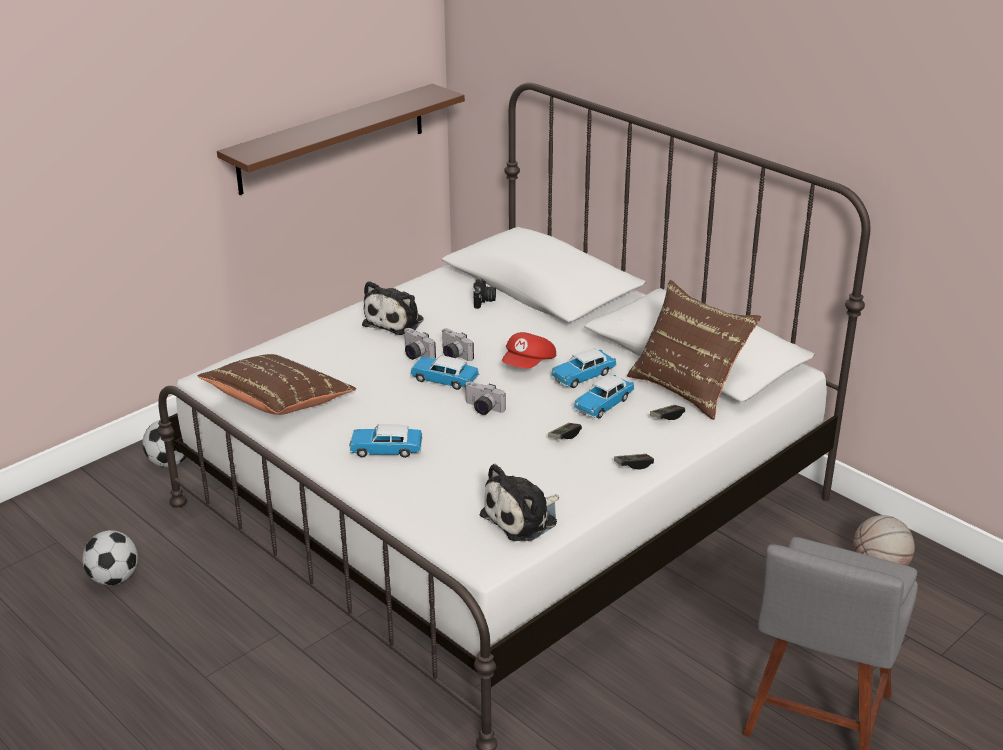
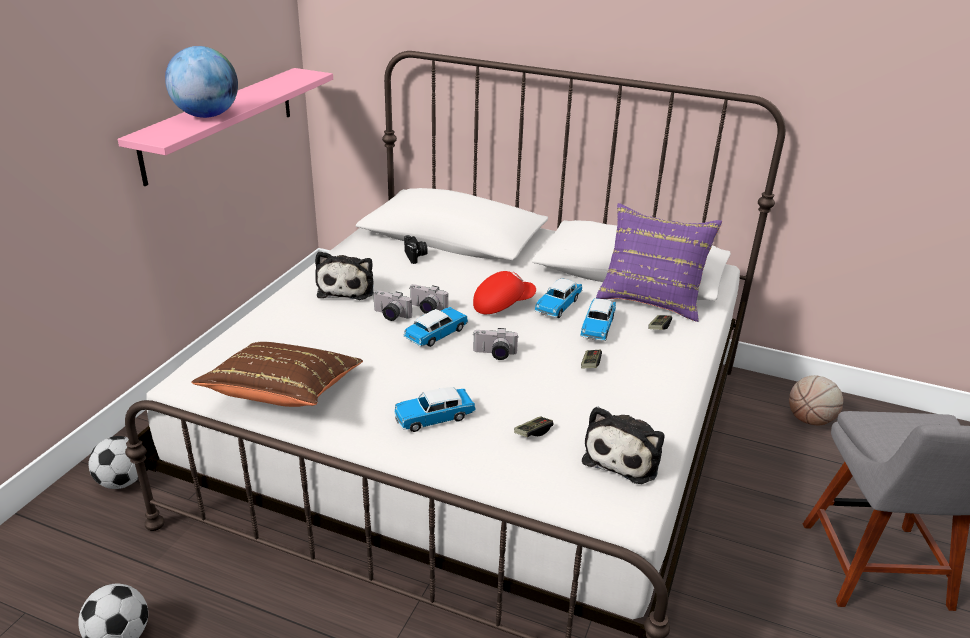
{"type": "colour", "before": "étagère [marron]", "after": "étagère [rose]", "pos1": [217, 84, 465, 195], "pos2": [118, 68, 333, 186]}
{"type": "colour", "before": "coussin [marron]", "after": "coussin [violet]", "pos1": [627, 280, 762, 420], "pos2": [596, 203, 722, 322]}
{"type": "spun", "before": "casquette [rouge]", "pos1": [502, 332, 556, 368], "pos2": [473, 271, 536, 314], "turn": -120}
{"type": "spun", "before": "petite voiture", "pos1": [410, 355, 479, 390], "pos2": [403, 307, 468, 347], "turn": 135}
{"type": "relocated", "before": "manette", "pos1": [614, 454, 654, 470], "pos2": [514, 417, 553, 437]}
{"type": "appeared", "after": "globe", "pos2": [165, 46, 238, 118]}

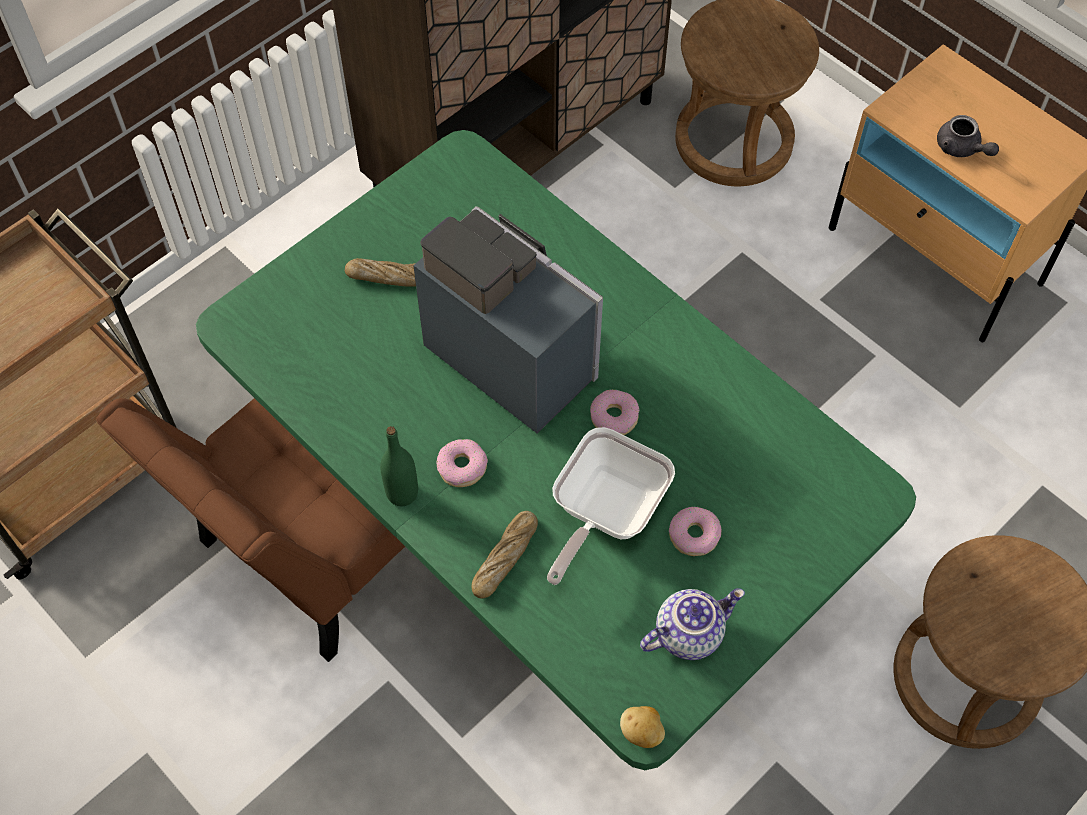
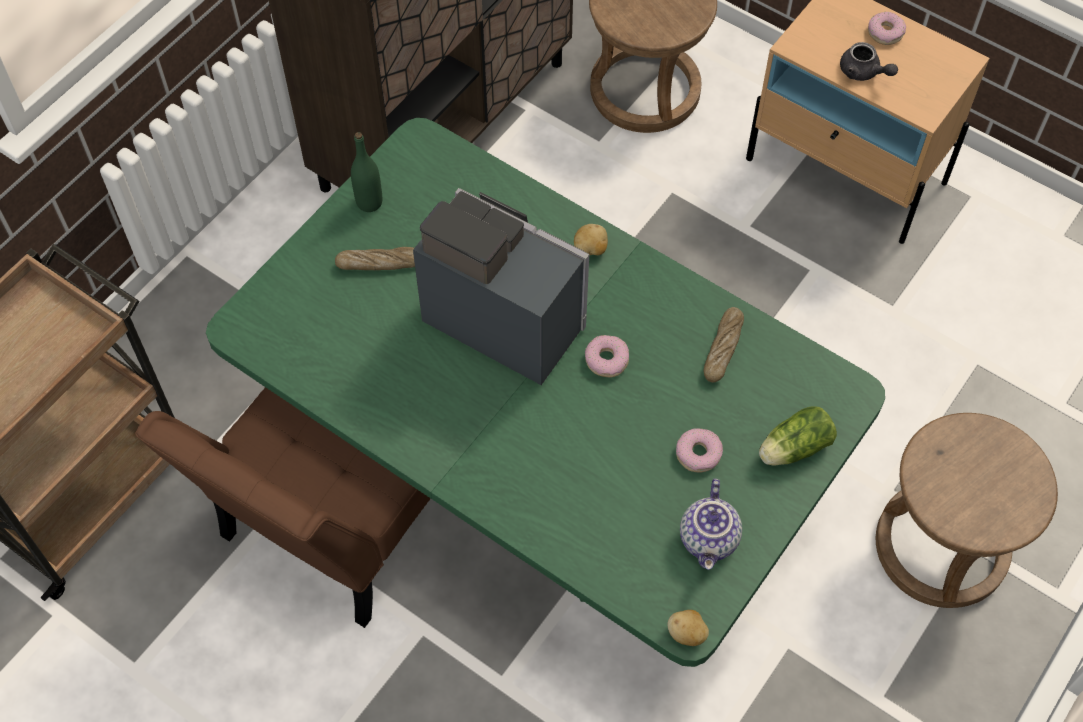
{"type": "relocated", "before": "bouteille [vert]", "pos1": [380, 426, 418, 506], "pos2": [351, 132, 382, 212]}
{"type": "missing", "before": "poêle", "pos1": [547, 427, 675, 585]}
{"type": "relocated", "before": "beignet", "pos1": [436, 439, 488, 487], "pos2": [868, 12, 906, 45]}
{"type": "relocated", "before": "pain", "pos1": [472, 511, 538, 599], "pos2": [704, 307, 744, 382]}
{"type": "spun", "before": "théière", "pos1": [640, 588, 745, 660], "pos2": [680, 478, 742, 570], "turn": 135}
{"type": "appeared", "after": "pomme de terre", "pos2": [574, 224, 608, 255]}
{"type": "appeared", "after": "laitue", "pos2": [759, 406, 837, 466]}

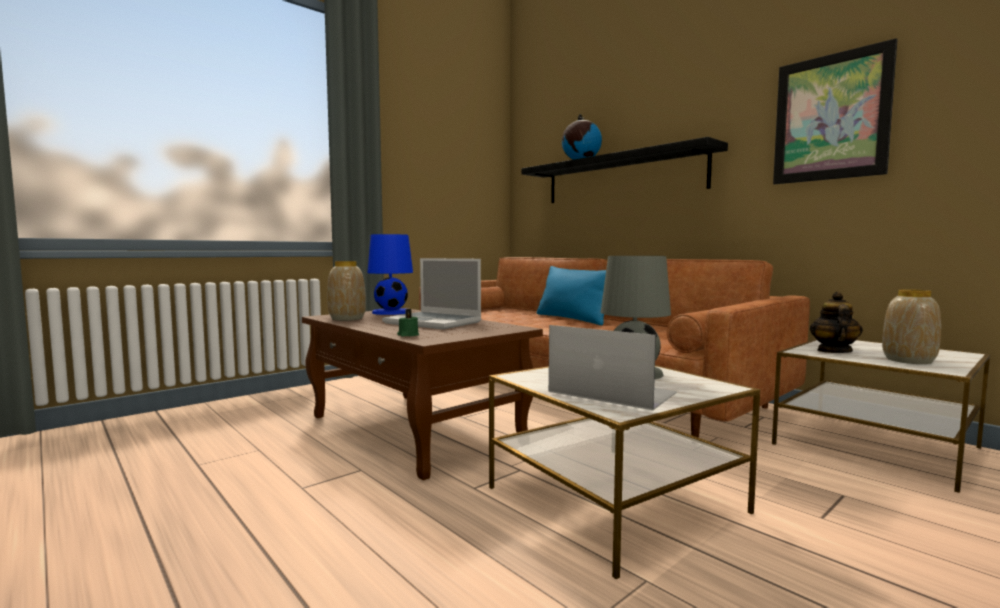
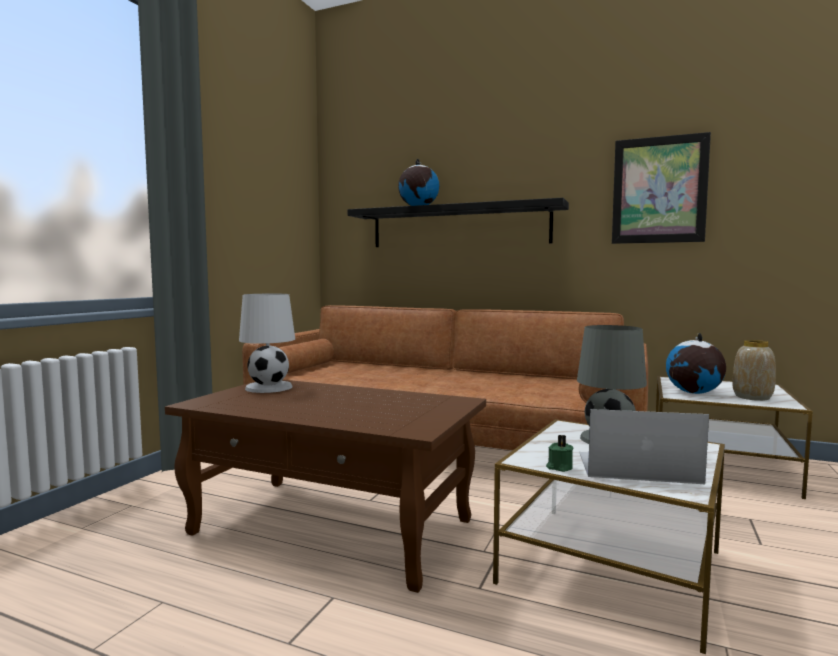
{"type": "colour", "before": "lampe de table [bleu]", "after": "lampe de table [blanc]", "pos1": [367, 234, 413, 315], "pos2": [239, 294, 295, 393]}
{"type": "missing", "before": "ordinateur portable", "pos1": [382, 258, 482, 330]}
{"type": "missing", "before": "vase", "pos1": [327, 261, 366, 321]}
{"type": "missing", "before": "coussin [bleu]", "pos1": [537, 266, 606, 326]}
{"type": "exchanged", "before": "théière", "after": "globe", "pos1": [810, 292, 863, 353], "pos2": [666, 333, 726, 394]}
{"type": "relocated", "before": "bougie [vert]", "pos1": [397, 309, 419, 336], "pos2": [546, 435, 574, 472]}

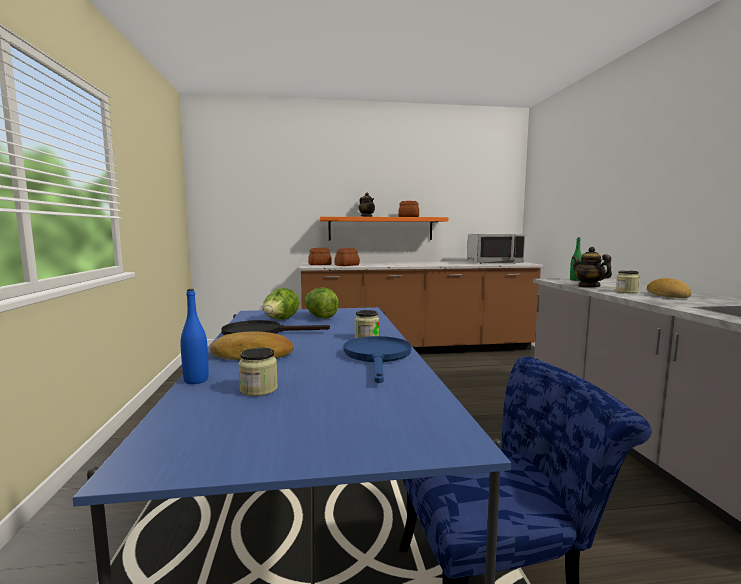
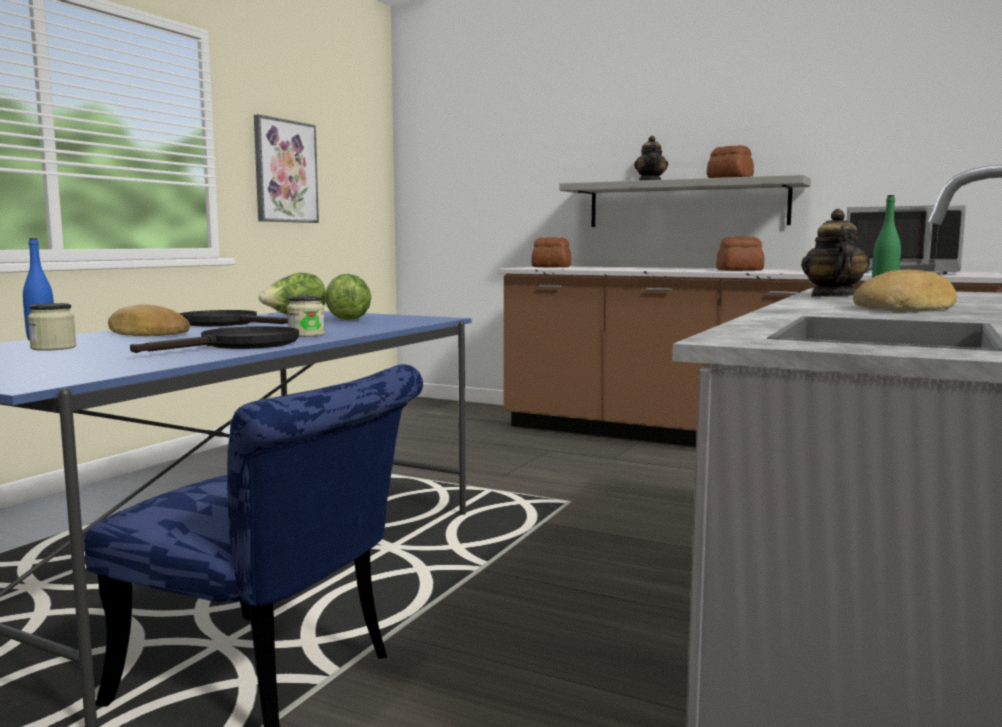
{"type": "colour", "before": "étagère [orange]", "after": "étagère [gris]", "pos1": [320, 217, 448, 240], "pos2": [559, 175, 811, 227]}
{"type": "relocated", "before": "pain", "pos1": [334, 248, 360, 266], "pos2": [716, 237, 765, 271]}
{"type": "missing", "before": "bocal", "pos1": [615, 270, 640, 293]}
{"type": "colour", "before": "poêle [bleu]", "after": "poêle [noir]", "pos1": [344, 336, 411, 383], "pos2": [130, 326, 299, 353]}
{"type": "appeared", "after": "tableau", "pos2": [254, 114, 319, 223]}

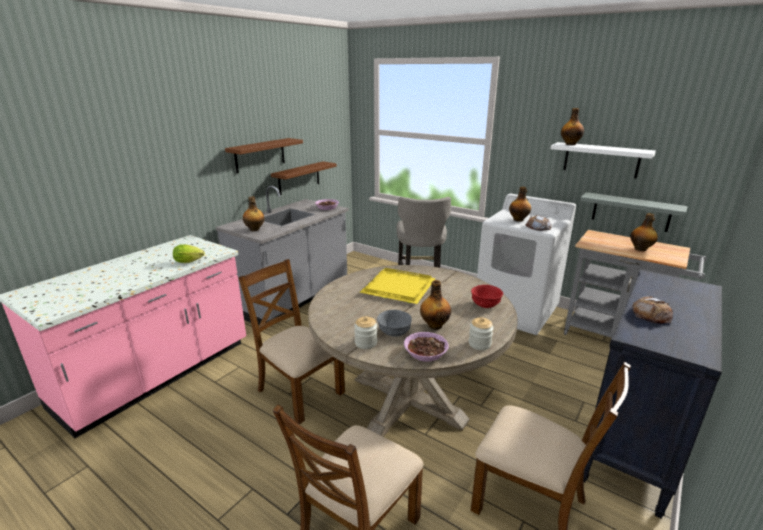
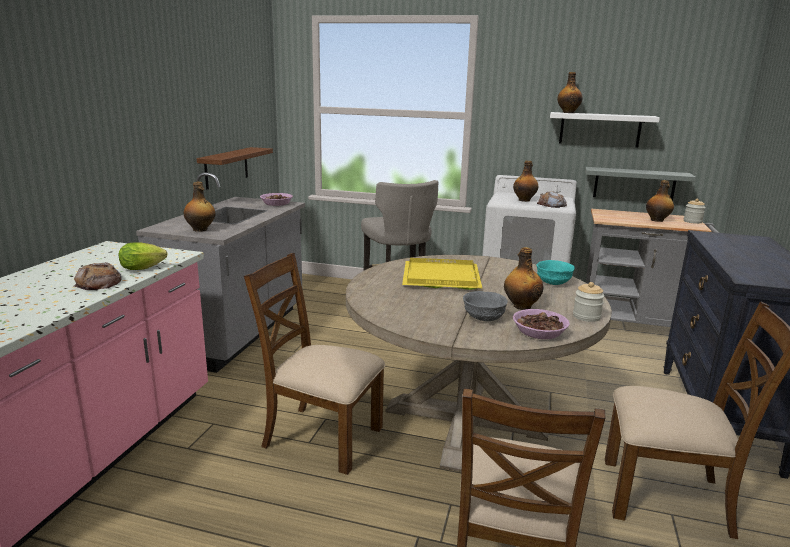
{"type": "missing", "before": "étagère [marron]", "pos1": [225, 138, 303, 173]}
{"type": "colour", "before": "bol [rouge]", "after": "bol [turquoise]", "pos1": [471, 285, 503, 308], "pos2": [537, 260, 575, 285]}
{"type": "relocated", "before": "pain", "pos1": [632, 296, 673, 324], "pos2": [74, 262, 122, 290]}
{"type": "relocated", "before": "bocal", "pos1": [354, 316, 377, 349], "pos2": [684, 199, 706, 224]}

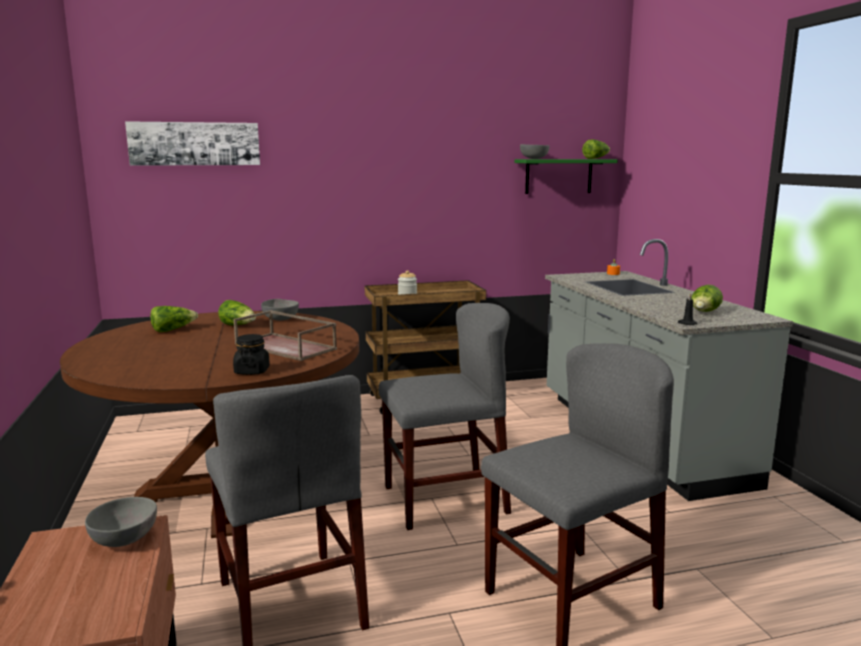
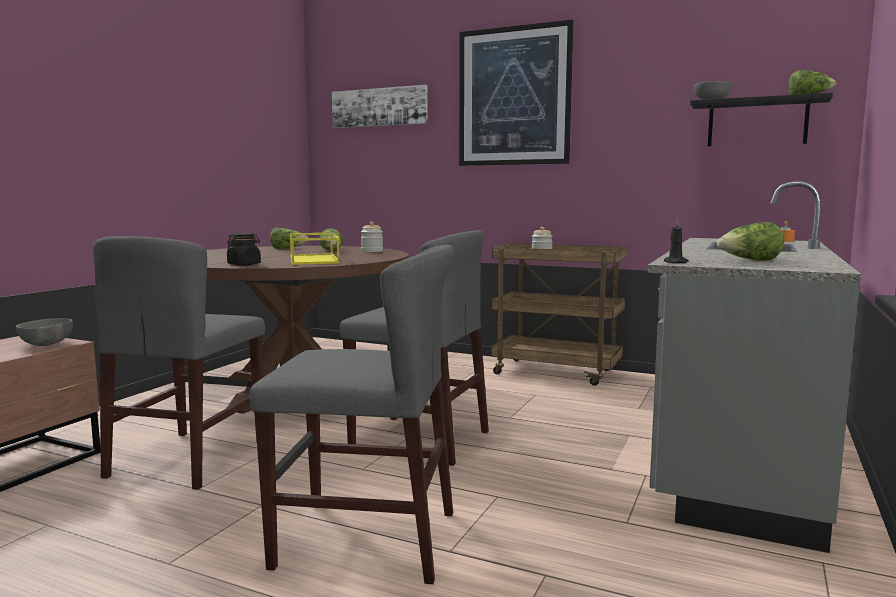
{"type": "colour", "before": "étagère [vert]", "after": "étagère [noir]", "pos1": [515, 159, 618, 194], "pos2": [690, 92, 833, 146]}
{"type": "exchanged", "before": "bol [gris]", "after": "bocal", "pos1": [261, 299, 299, 321], "pos2": [361, 222, 383, 252]}
{"type": "colour", "before": "plateau [marron]", "after": "plateau [jaune]", "pos1": [233, 310, 337, 361], "pos2": [290, 233, 340, 265]}
{"type": "appeared", "after": "tableau", "pos2": [459, 19, 574, 166]}

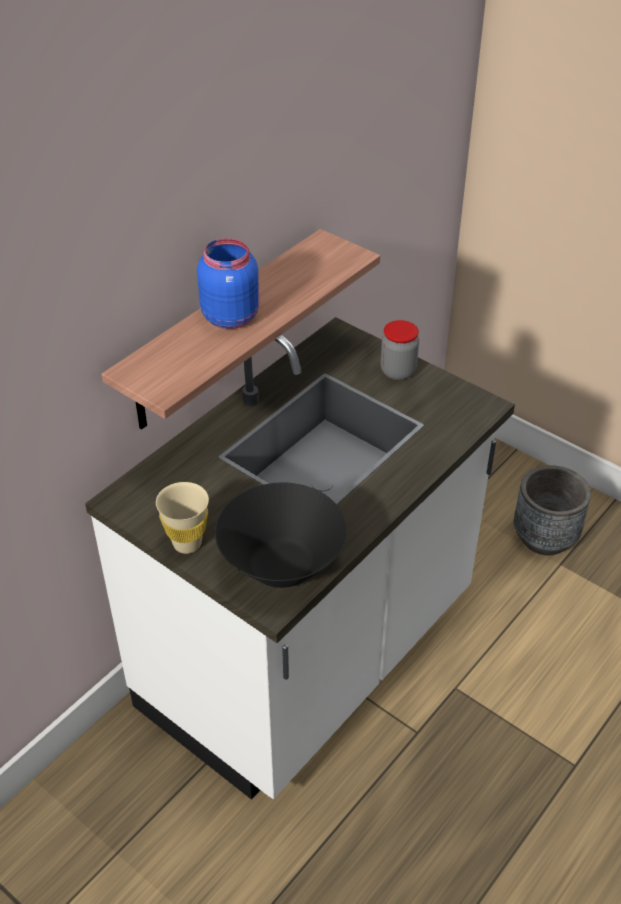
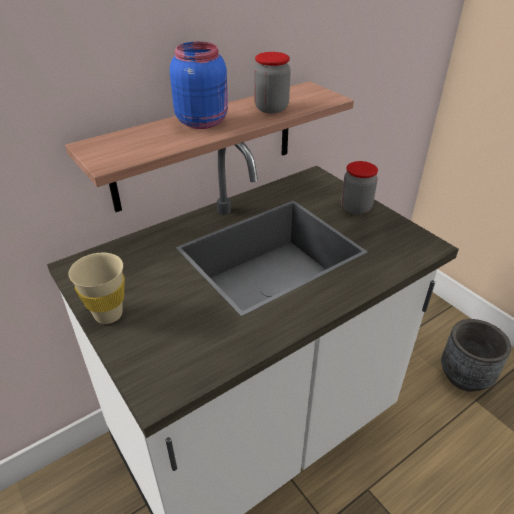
{"type": "missing", "before": "bol [noir]", "pos1": [215, 482, 347, 588]}
{"type": "appeared", "after": "bocal", "pos2": [254, 52, 291, 113]}

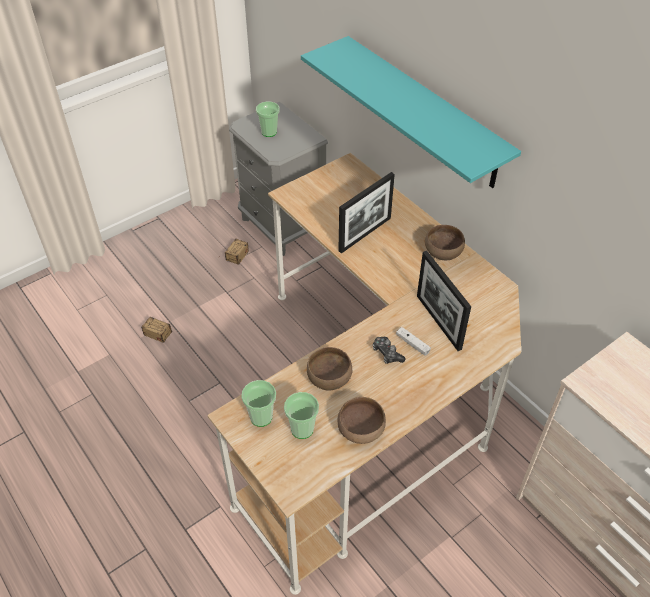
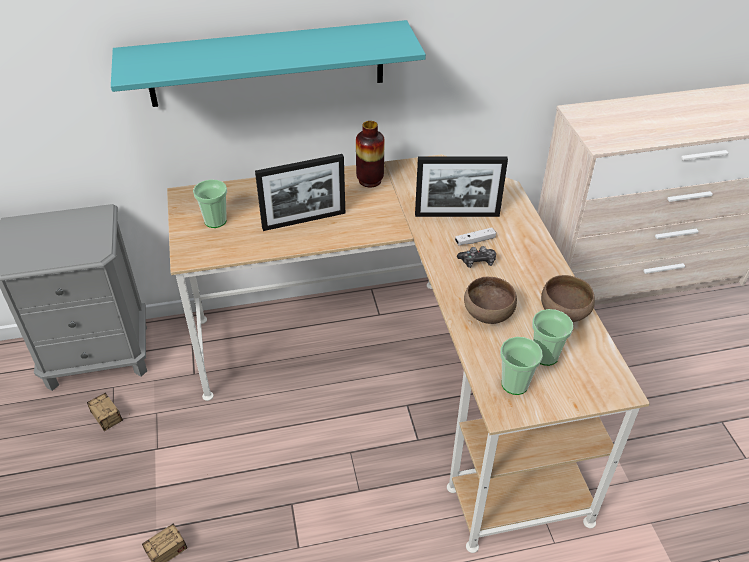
{"type": "relocated", "before": "tasse", "pos1": [256, 102, 280, 137], "pos2": [193, 179, 227, 228]}
{"type": "spun", "before": "cadre photo", "pos1": [338, 172, 395, 253], "pos2": [255, 154, 345, 231], "turn": 90}
{"type": "exchanged", "before": "bol [marron]", "after": "vase", "pos1": [425, 225, 465, 260], "pos2": [356, 121, 384, 188]}

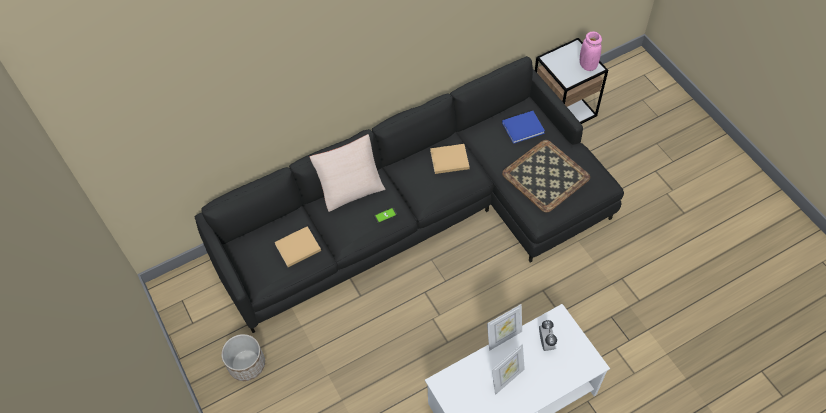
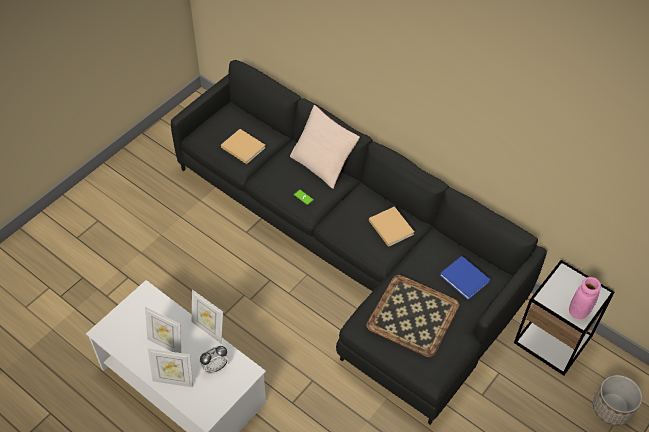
{"type": "relocated", "before": "cache-pot", "pos1": [221, 334, 265, 381], "pos2": [593, 375, 642, 426]}
{"type": "appeared", "after": "cadre photo", "pos2": [148, 348, 193, 387]}

